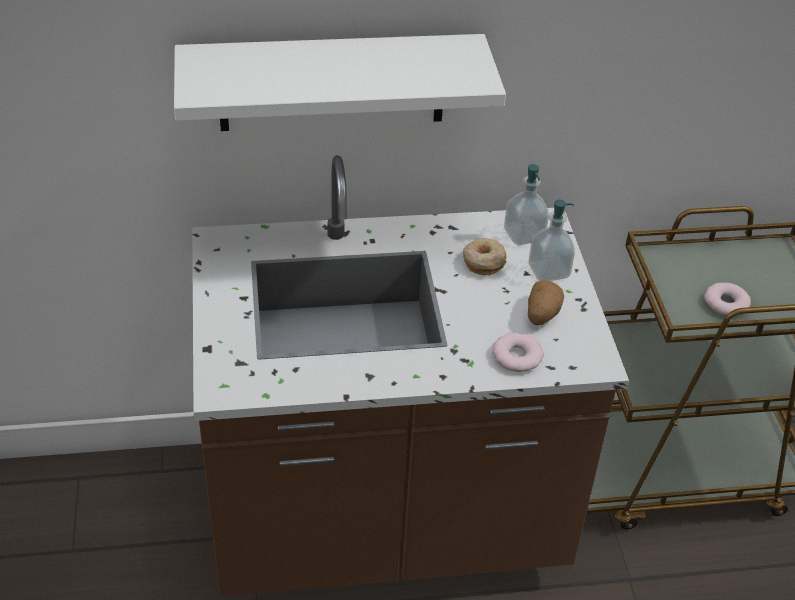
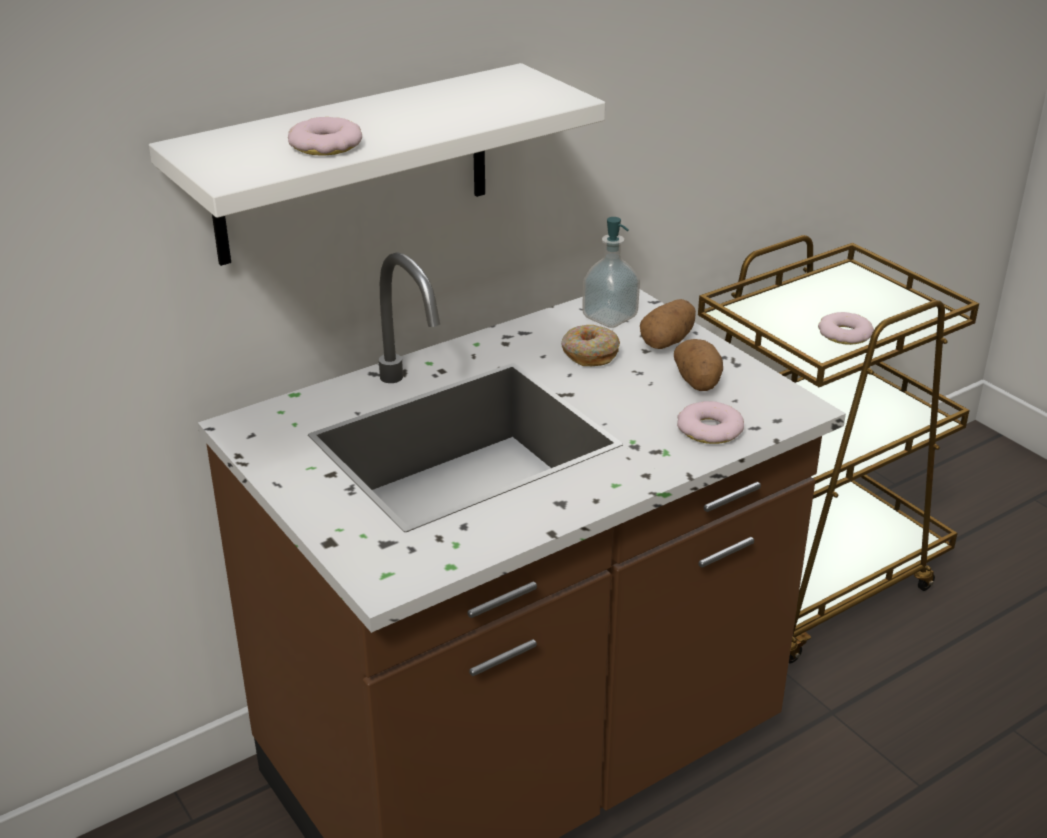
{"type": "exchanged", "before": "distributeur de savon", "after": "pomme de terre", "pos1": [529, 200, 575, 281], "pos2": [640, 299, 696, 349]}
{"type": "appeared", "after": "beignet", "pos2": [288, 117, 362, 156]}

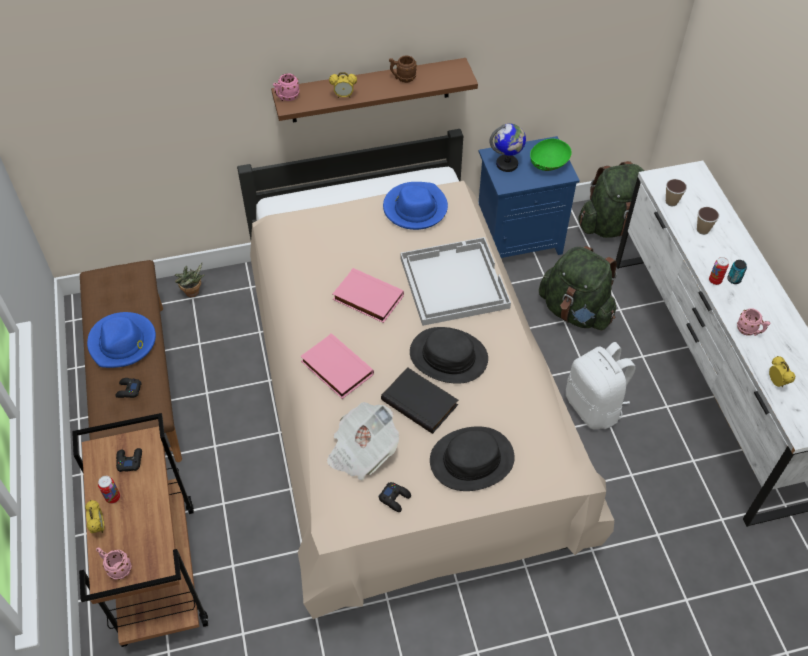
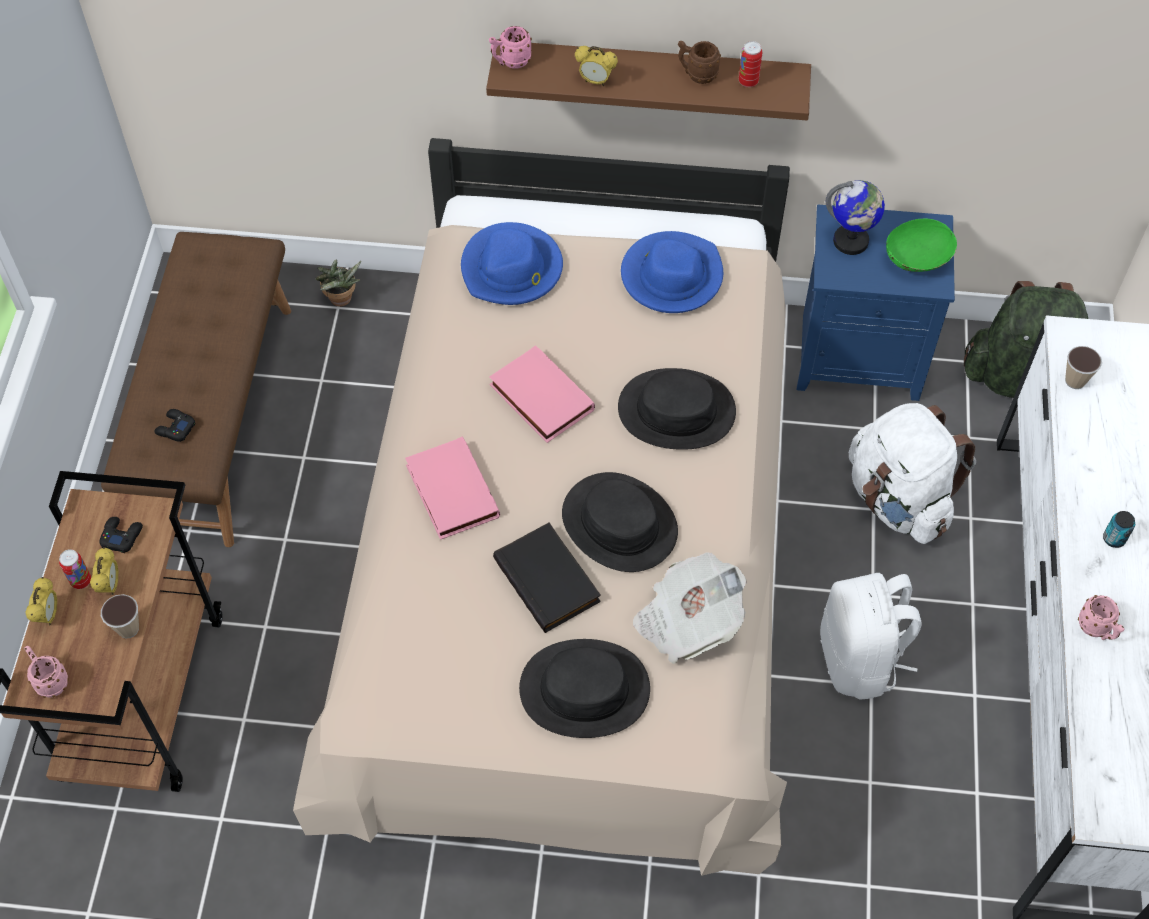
{"type": "relocated", "before": "tasse", "pos1": [697, 207, 719, 235], "pos2": [101, 594, 139, 638]}
{"type": "exchanged", "before": "plateau [blanc]", "after": "chapeau [noir]", "pos1": [400, 237, 511, 326], "pos2": [618, 368, 736, 450]}
{"type": "colour", "before": "sac à dos [vert]", "after": "sac à dos [blanc]", "pos1": [539, 246, 617, 330], "pos2": [849, 403, 976, 544]}
{"type": "relocated", "before": "boîte métallique", "pos1": [709, 257, 729, 285], "pos2": [739, 41, 762, 87]}
{"type": "relocated", "before": "chapeau [bleu]", "pos1": [87, 312, 156, 368], "pos2": [461, 222, 563, 305]}
{"type": "relocated", "before": "réveil", "pos1": [769, 356, 795, 387], "pos2": [90, 547, 118, 595]}
{"type": "relocated", "before": "journal", "pos1": [327, 402, 399, 480], "pos2": [633, 552, 747, 664]}
{"type": "missing", "before": "manette [noir]", "pos1": [379, 482, 411, 512]}

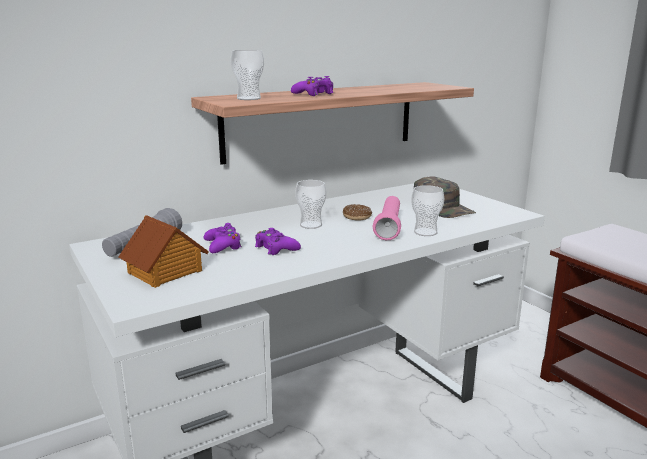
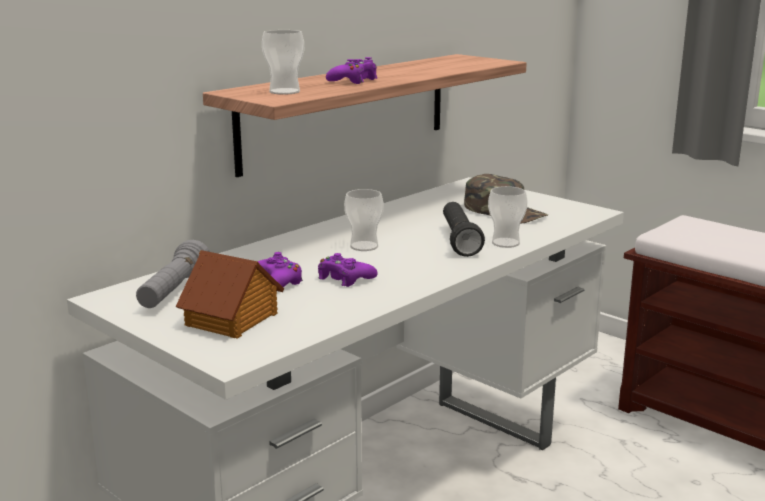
{"type": "colour", "before": "lampe de poche [rose]", "after": "lampe de poche [noir]", "pos1": [373, 196, 401, 240], "pos2": [443, 202, 485, 257]}
{"type": "missing", "before": "beignet", "pos1": [343, 204, 372, 221]}

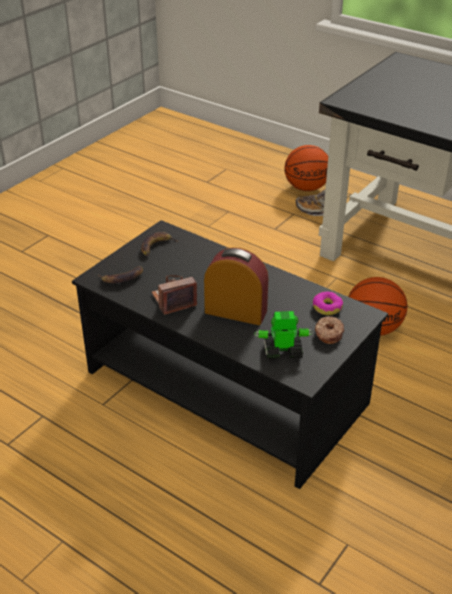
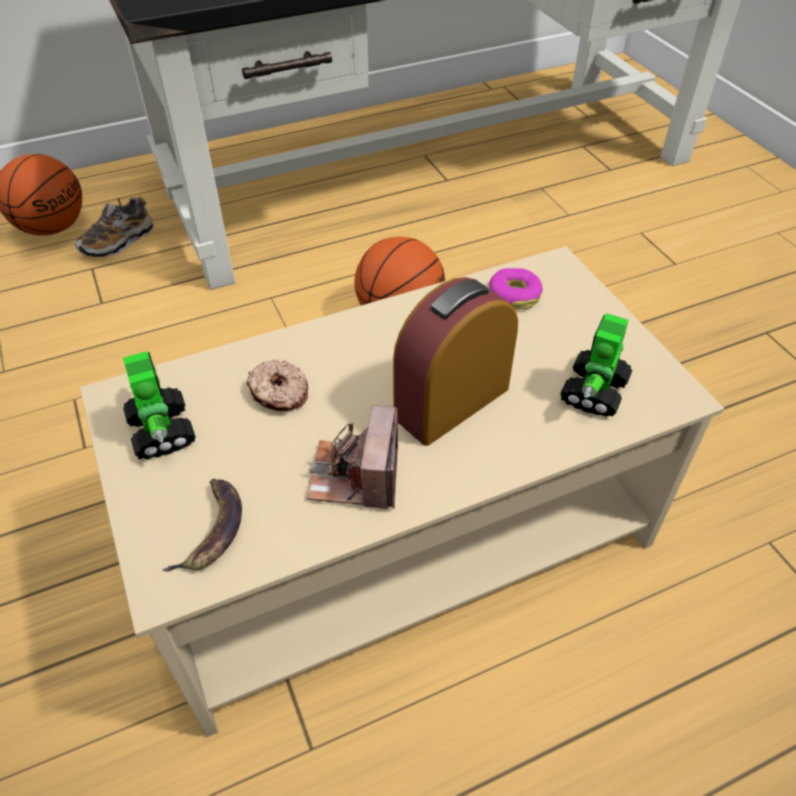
{"type": "colour", "before": "table basse [noir]", "after": "table basse [beige]", "pos1": [72, 220, 388, 489], "pos2": [80, 246, 724, 737]}
{"type": "exchanged", "before": "banane", "after": "robot jouet", "pos1": [141, 232, 178, 256], "pos2": [123, 351, 196, 460]}
{"type": "relocated", "before": "beignet", "pos1": [315, 316, 345, 344], "pos2": [247, 360, 308, 411]}

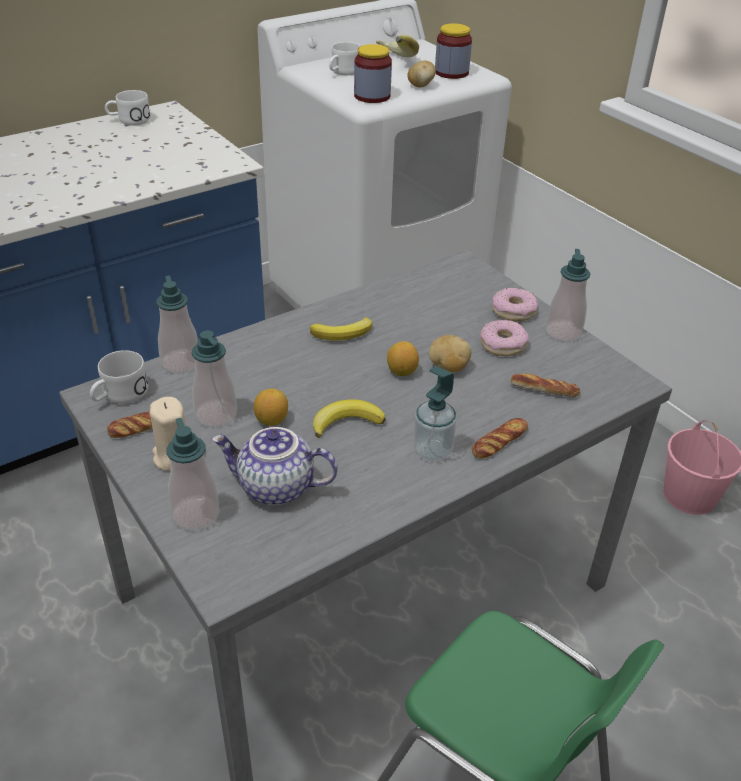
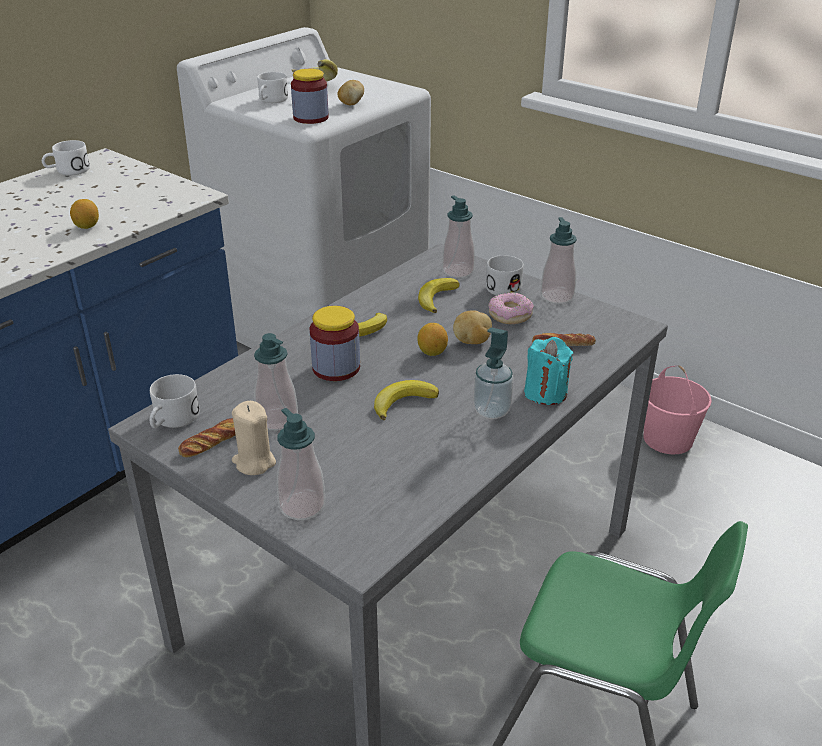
{"type": "relocated", "before": "bocal", "pos1": [435, 23, 472, 79], "pos2": [309, 306, 360, 381]}
{"type": "relocated", "before": "distributeur de savon", "pos1": [156, 276, 198, 373], "pos2": [442, 196, 475, 278]}
{"type": "exchanged", "before": "beignet", "after": "mug [blanc]", "pos1": [492, 288, 538, 321], "pos2": [486, 255, 524, 295]}
{"type": "relocated", "before": "citron", "pos1": [254, 389, 288, 426], "pos2": [70, 199, 99, 229]}
{"type": "exchanged", "before": "pain", "after": "bougie [turquoise]", "pos1": [472, 418, 528, 459], "pos2": [524, 337, 573, 405]}
{"type": "missing", "before": "théière", "pos1": [212, 427, 338, 506]}
{"type": "appeared", "after": "banane", "pos2": [418, 278, 460, 313]}

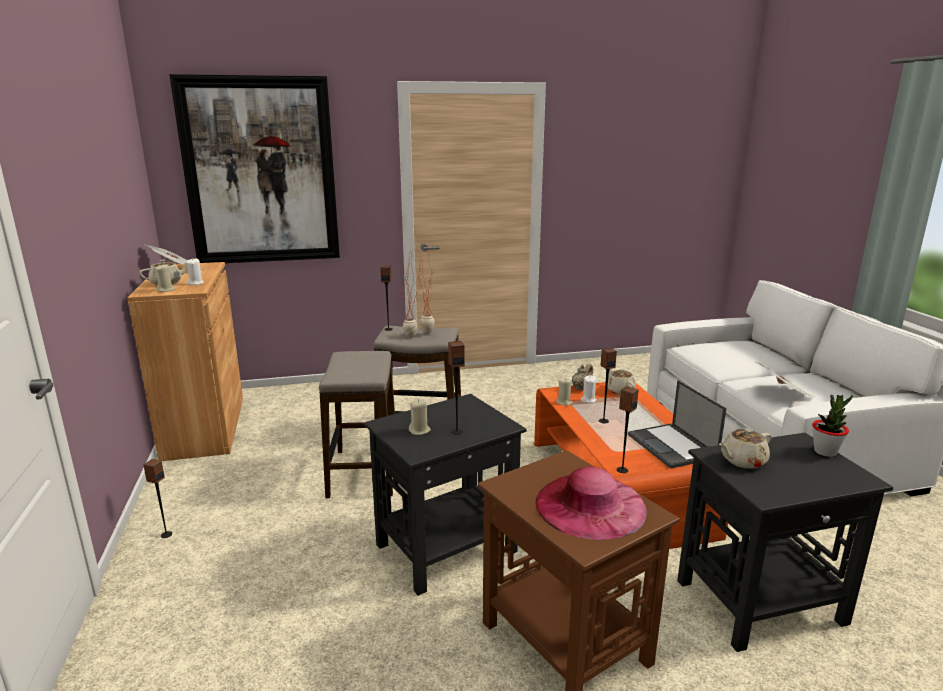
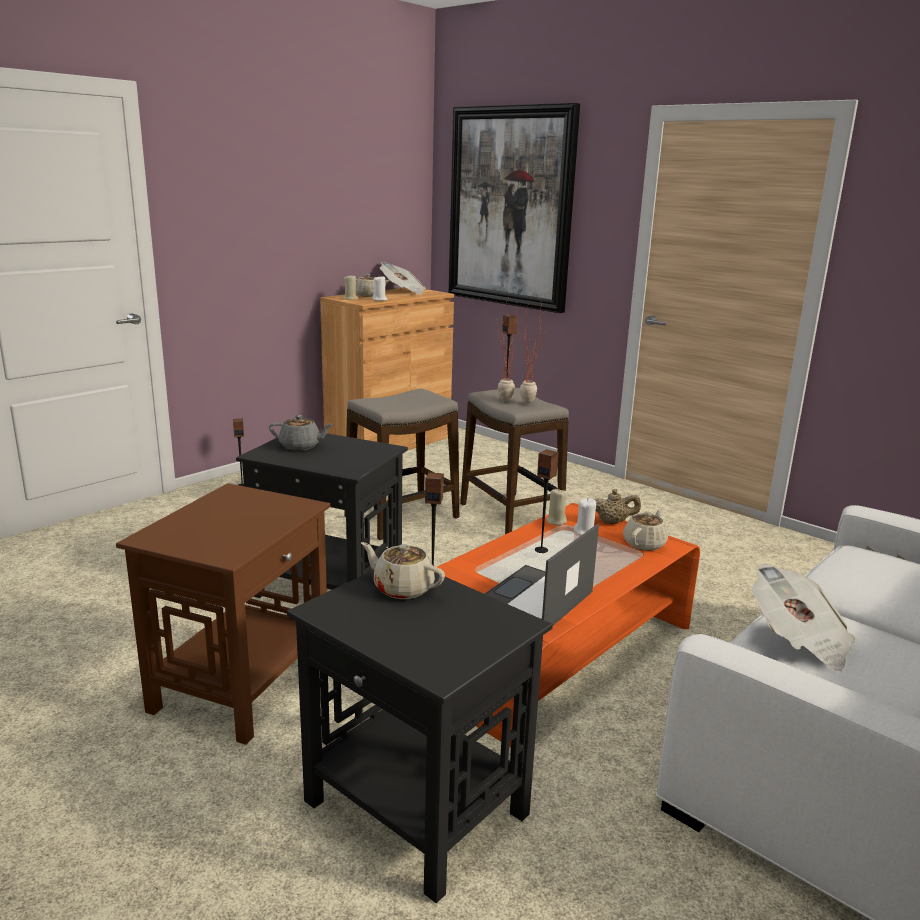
{"type": "missing", "before": "enceinte", "pos1": [448, 341, 465, 435]}
{"type": "missing", "before": "plante en pot", "pos1": [812, 394, 853, 457]}
{"type": "exchanged", "before": "bougie [beige]", "after": "théière [gris]", "pos1": [409, 399, 431, 435], "pos2": [269, 415, 334, 450]}
{"type": "missing", "before": "chapeau [rose]", "pos1": [535, 467, 647, 540]}

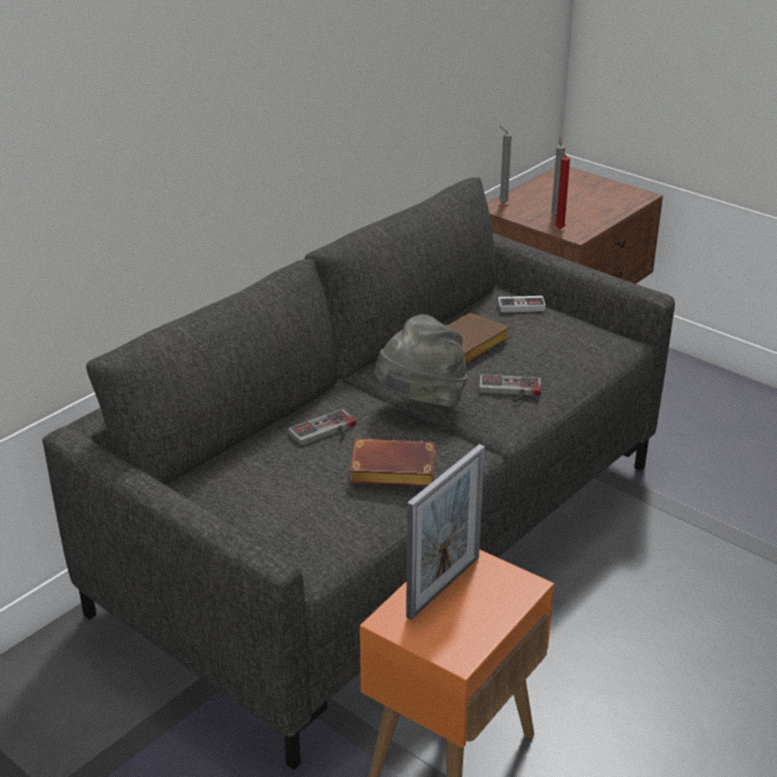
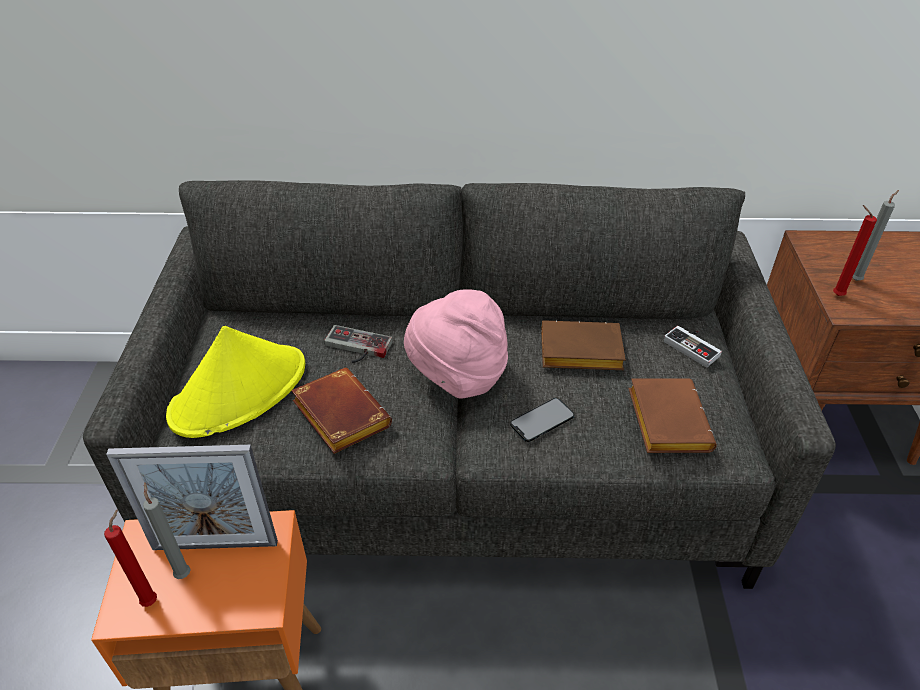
{"type": "relocated", "before": "bougie [gris]", "pos1": [499, 126, 512, 203], "pos2": [143, 483, 191, 579]}
{"type": "colour", "before": "chapeau [gris]", "after": "chapeau [rose]", "pos1": [374, 314, 467, 408], "pos2": [404, 289, 508, 399]}
{"type": "exchanged", "before": "manette", "after": "téléphone", "pos1": [479, 374, 541, 402], "pos2": [510, 398, 574, 442]}
{"type": "appeared", "after": "chapeau [jaune]", "pos2": [166, 326, 305, 438]}
{"type": "appeared", "after": "livre [marron]", "pos2": [628, 378, 717, 453]}
{"type": "appeared", "after": "bougie [rouge]", "pos2": [104, 509, 157, 607]}

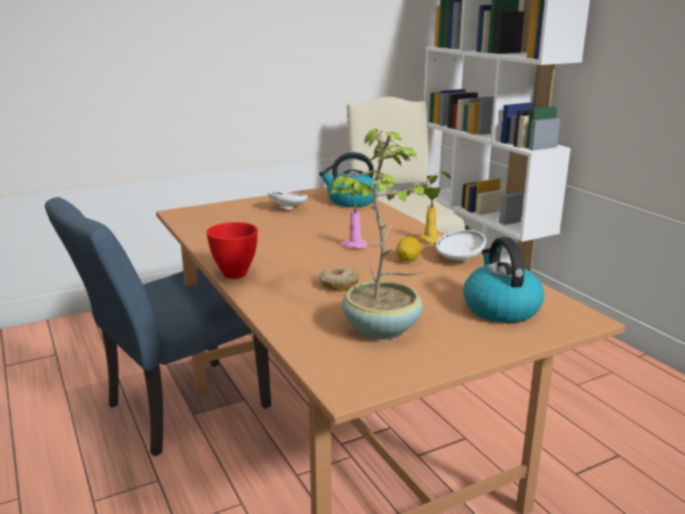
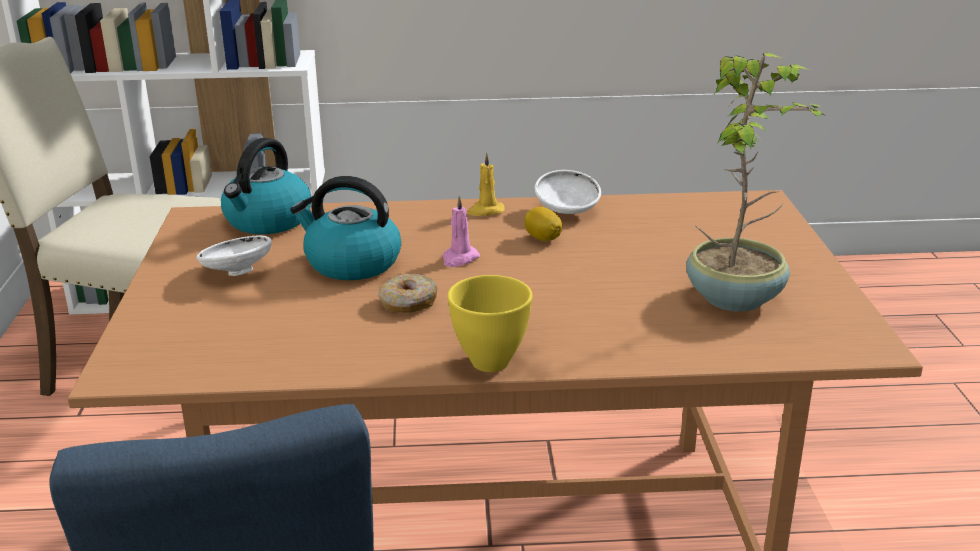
{"type": "colour", "before": "bol [rouge]", "after": "bol [jaune]", "pos1": [206, 222, 258, 279], "pos2": [447, 275, 532, 372]}
{"type": "relocated", "before": "bouilloire", "pos1": [463, 237, 544, 323], "pos2": [290, 176, 401, 280]}
{"type": "relocated", "before": "beignet", "pos1": [319, 266, 360, 292], "pos2": [379, 274, 438, 313]}

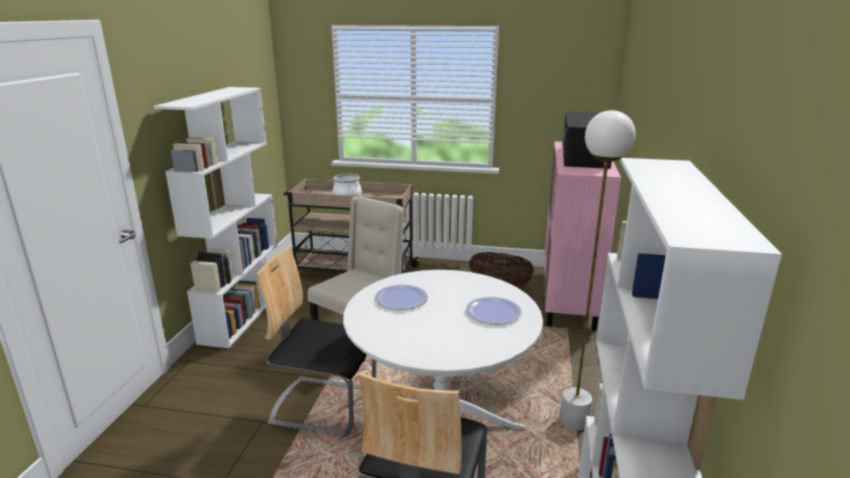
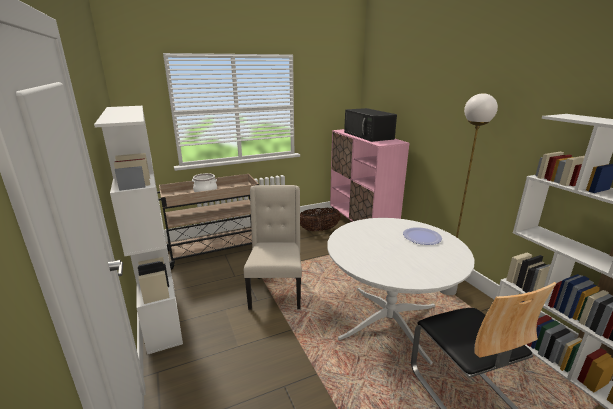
{"type": "missing", "before": "chaise", "pos1": [256, 246, 376, 436]}
{"type": "missing", "before": "assiette", "pos1": [375, 285, 428, 310]}

